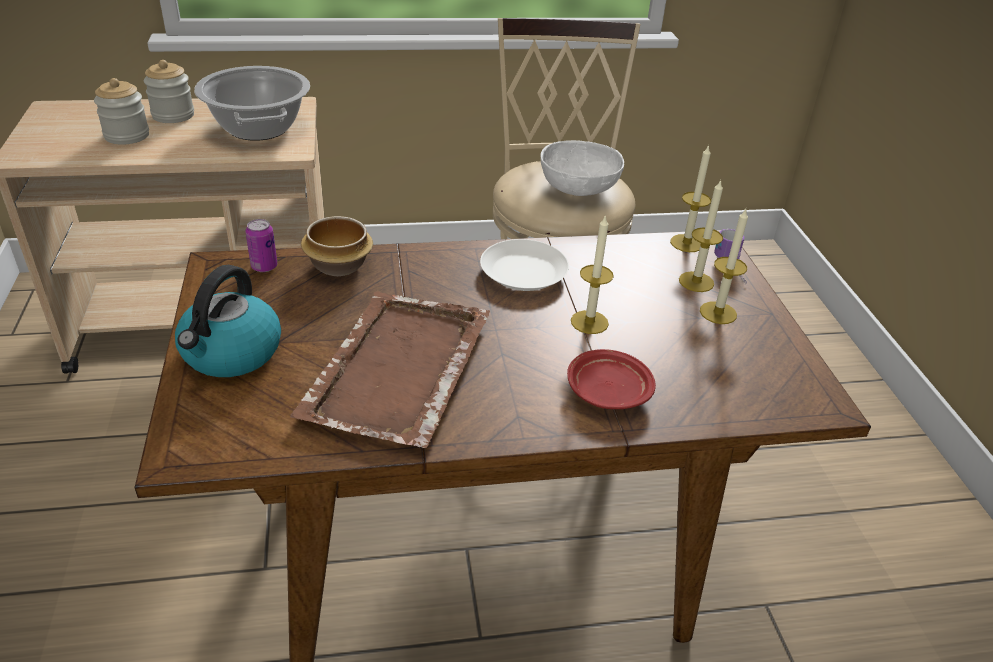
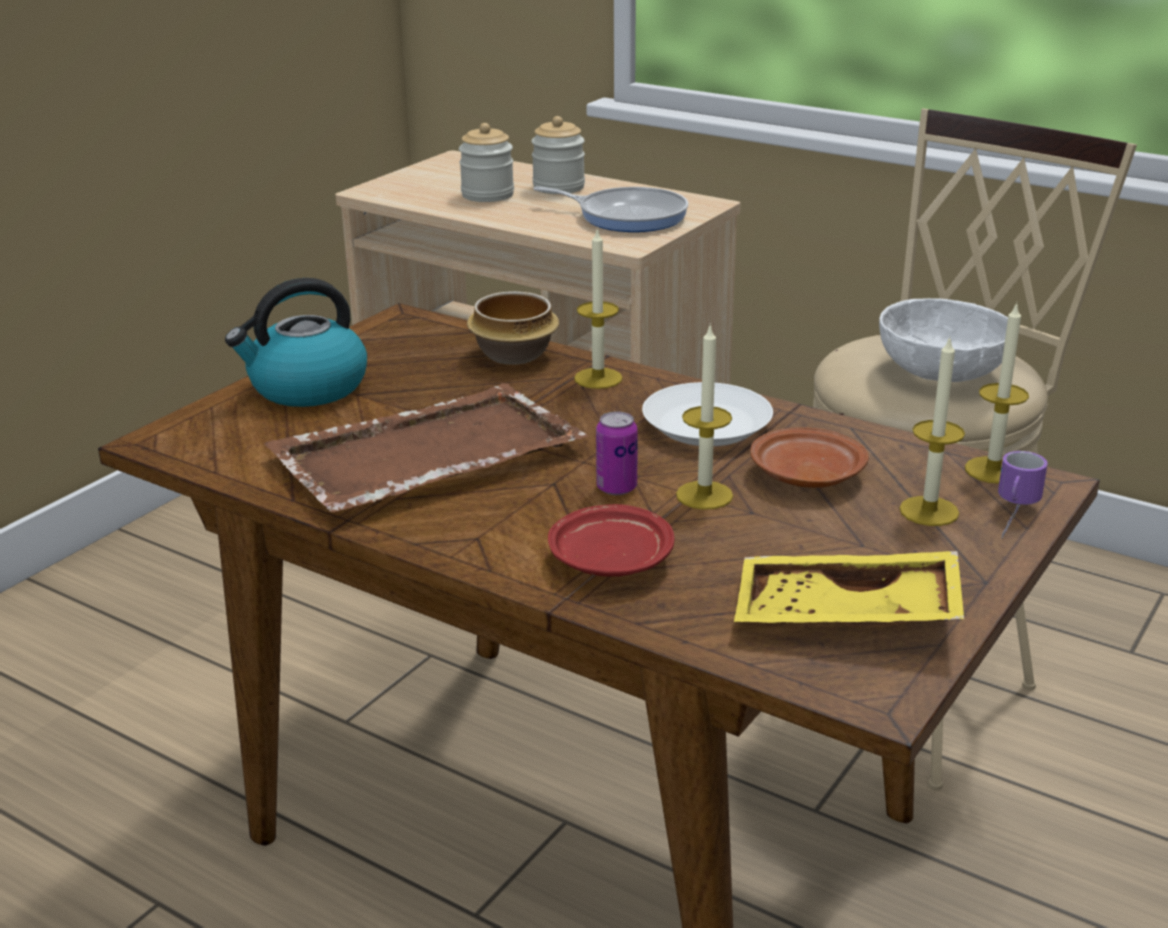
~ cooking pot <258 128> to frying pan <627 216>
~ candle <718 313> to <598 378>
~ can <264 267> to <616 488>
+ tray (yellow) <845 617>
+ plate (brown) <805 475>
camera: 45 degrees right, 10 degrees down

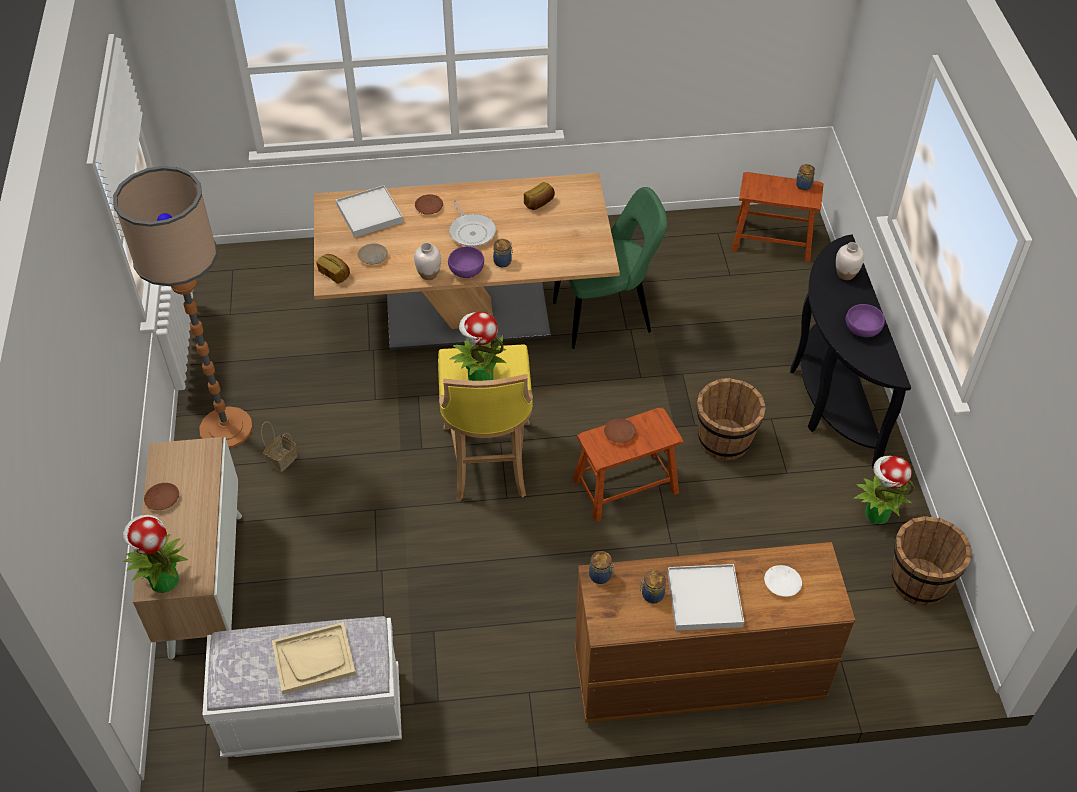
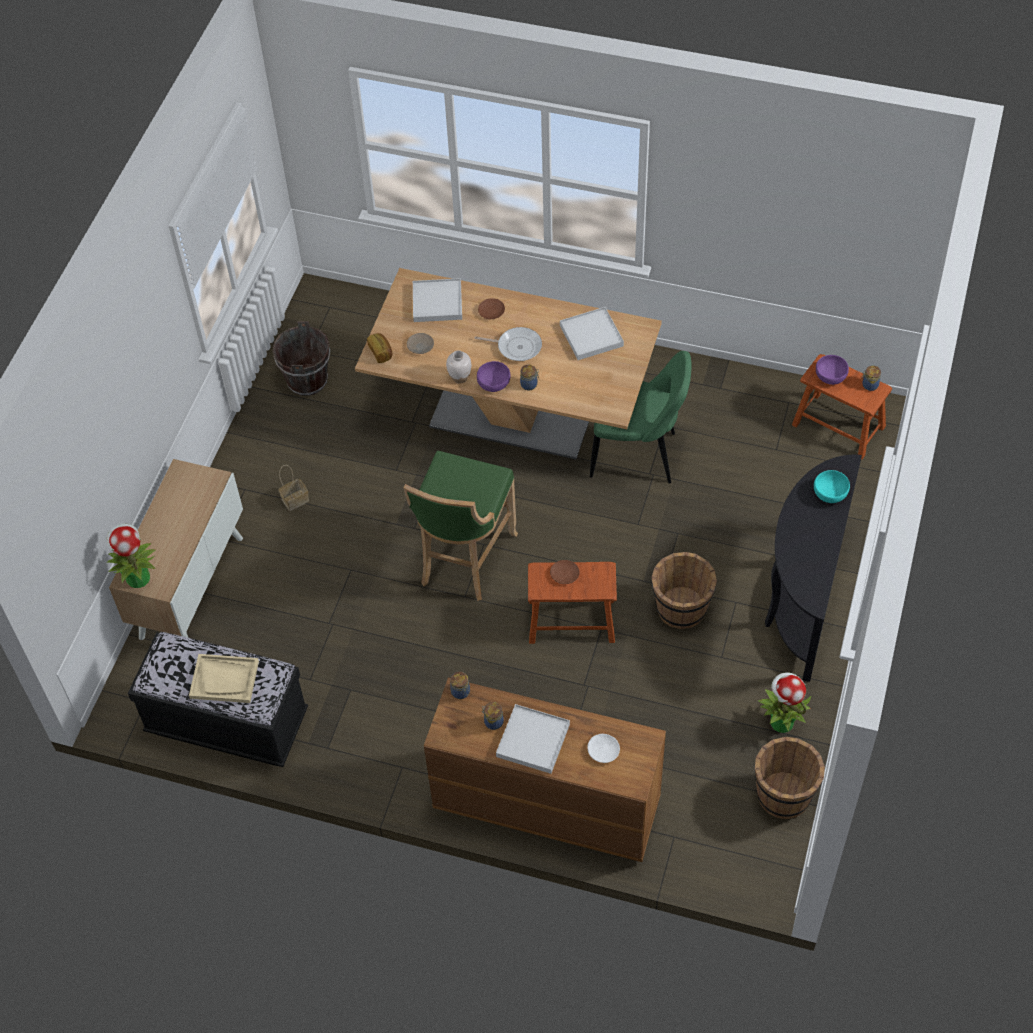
~ bench (white) <313 715> to bench (black) <227 723>
+ bucket (brown) <307 381>
~ stool (yellow) <488 463> to stool (green) <464 560>
~ frying pan <471 231> = <516 346> 75 degrees counterclockwise
~ bread <539 203> to tray (white) <591 336>
~ vase (white) <845 274> to bowl (turquoise) <830 493>
~ bowl (purple) <862 329> to <830 376>
- floor lamp <226 428>
- plate (brown) <162 499>
- potted plant <479 378>
camera: 25 degrees right, 5 degrees up

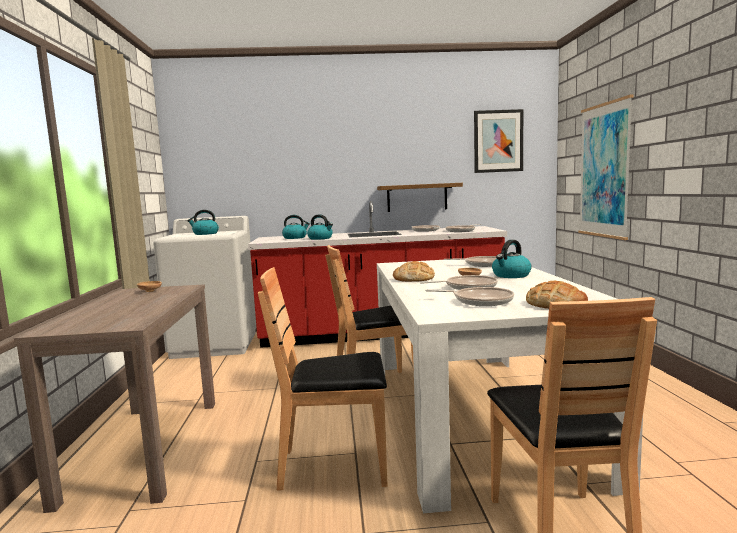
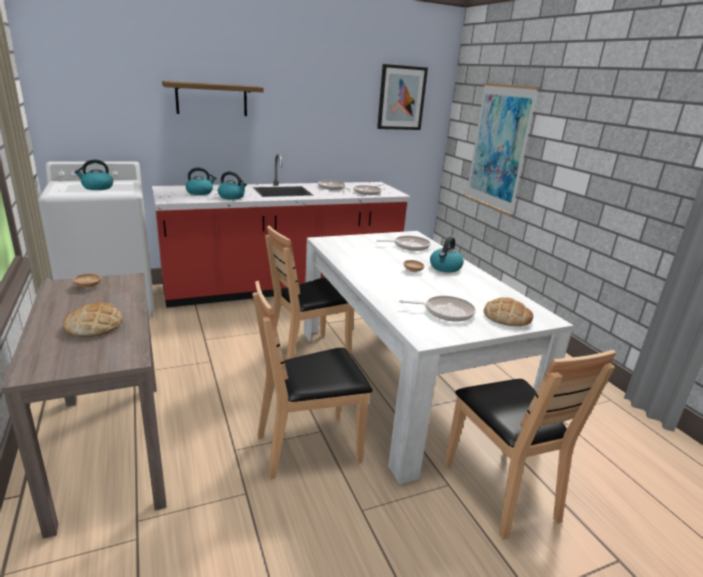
~ bread <413 278> to <94 325>
~ shelf <417 197> to <211 99>
- frying pan <468 287>
camera: 20 degrees left, 15 degrees up

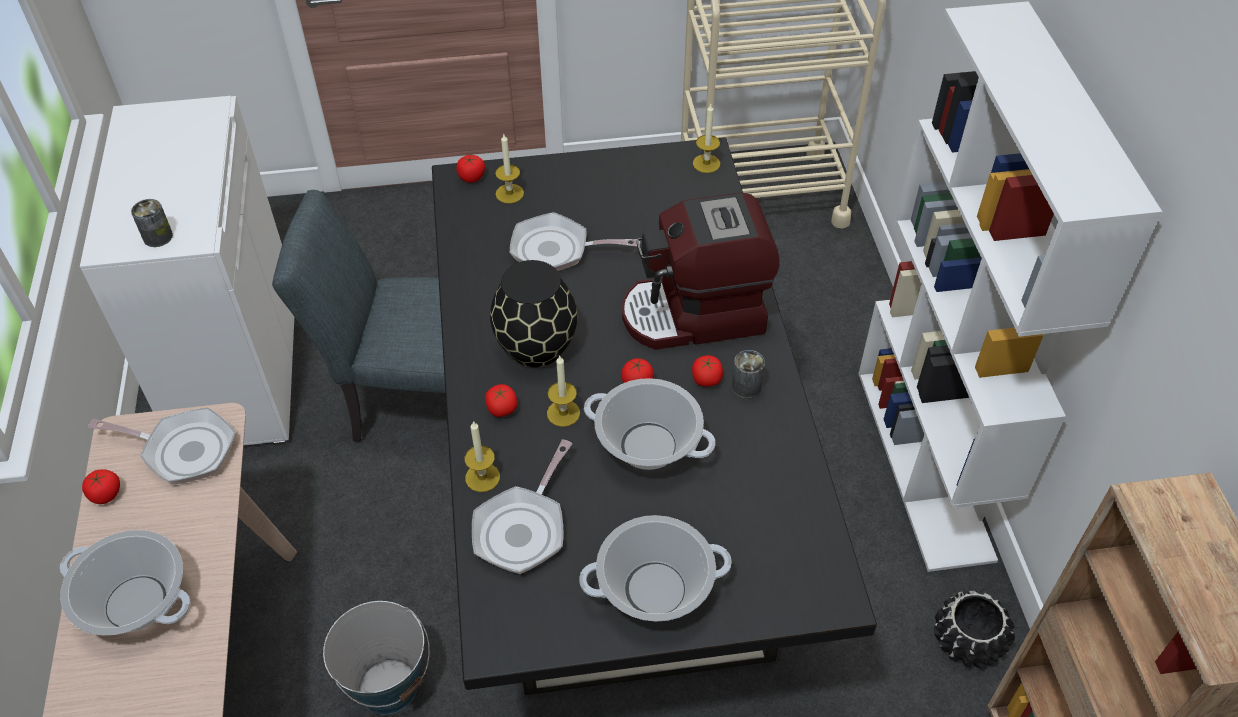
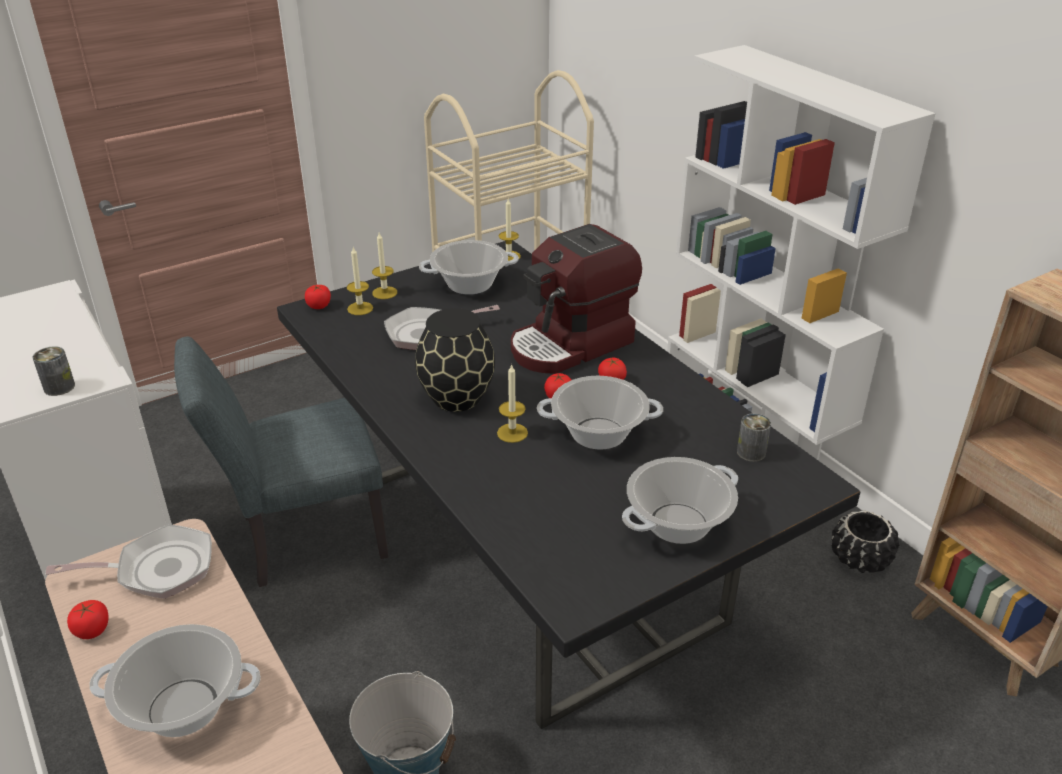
~ candle <482 477> to <384 293>
+ cooking pot <469 284>
~ can <746 386> to <751 452>
- frying pan <523 528>
- tomato <502 409>
camera: 25 degrees left, 15 degrees down

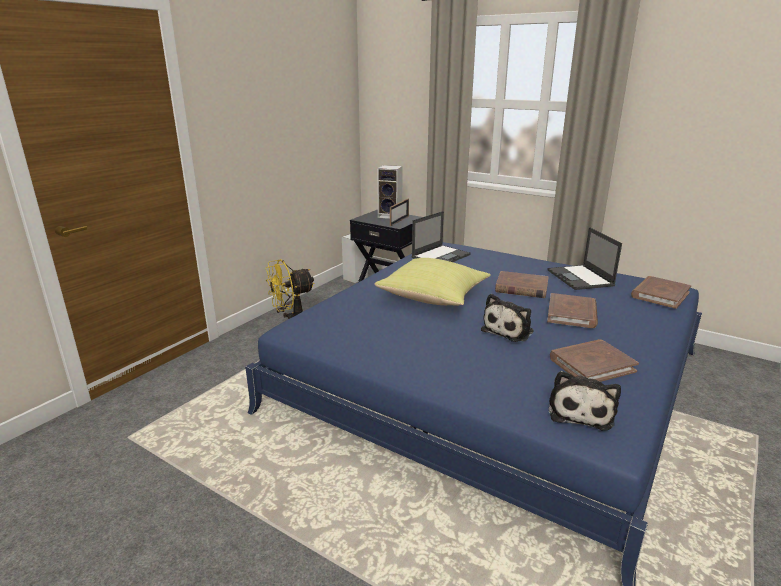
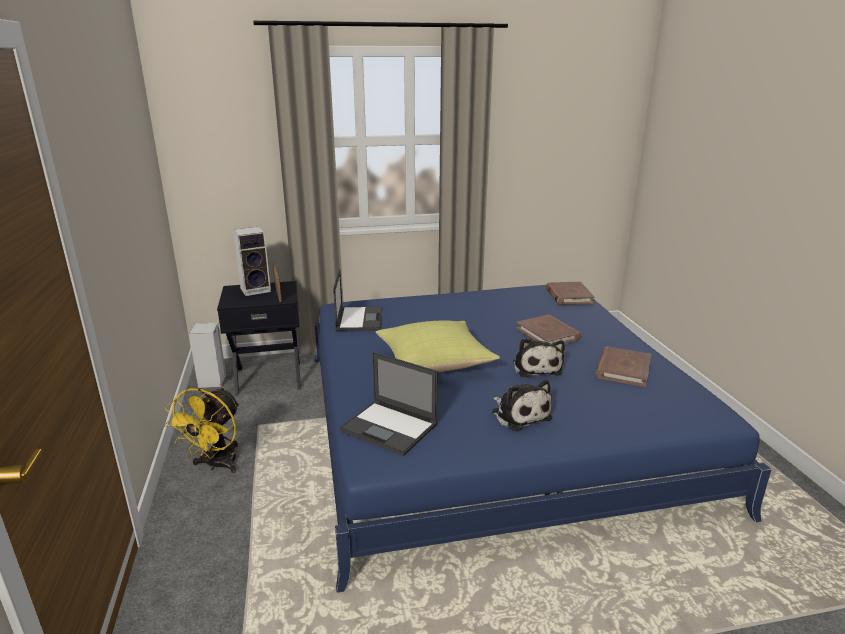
~ laptop <580 278> to <390 428>
~ plush toy <580 411> to <519 414>
- book (brown) <521 288>
camera: 45 degrees left, 0 degrees up

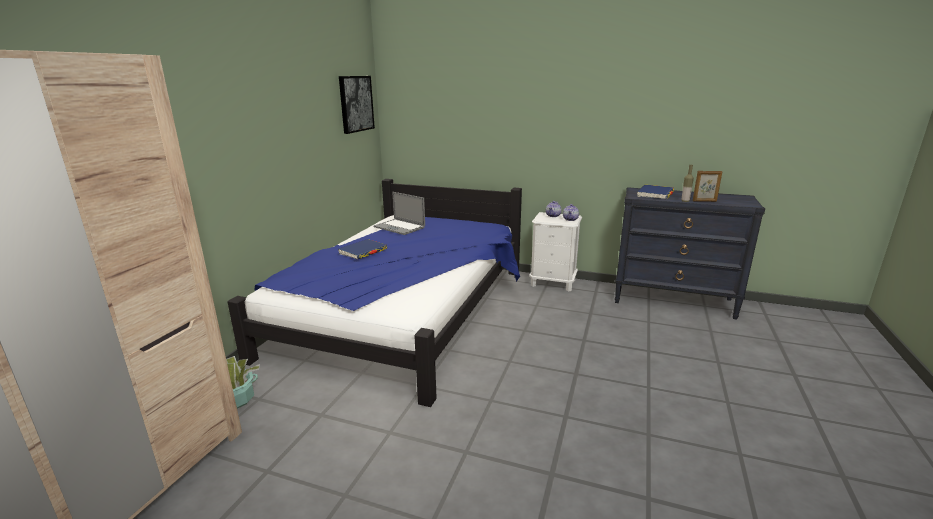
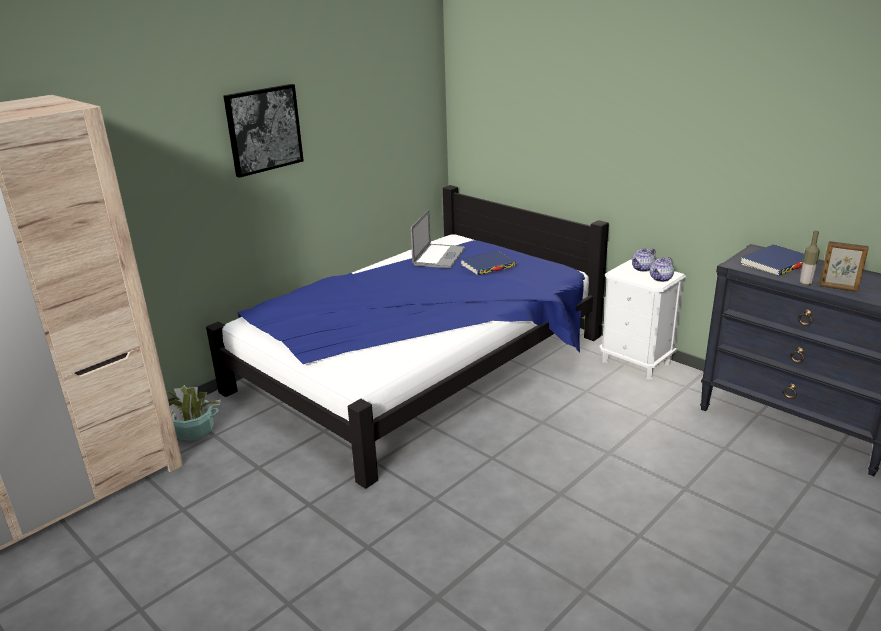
~ picture <356 104> to <263 129>
~ laptop <399 227> = <439 256> 135 degrees counterclockwise
~ book (blue) <363 251> to <488 266>
camera: 25 degrees right, 5 degrees up

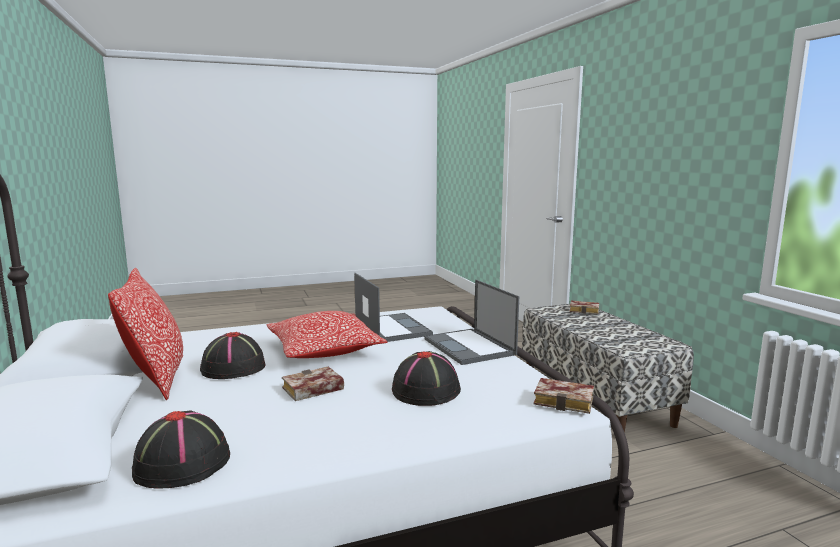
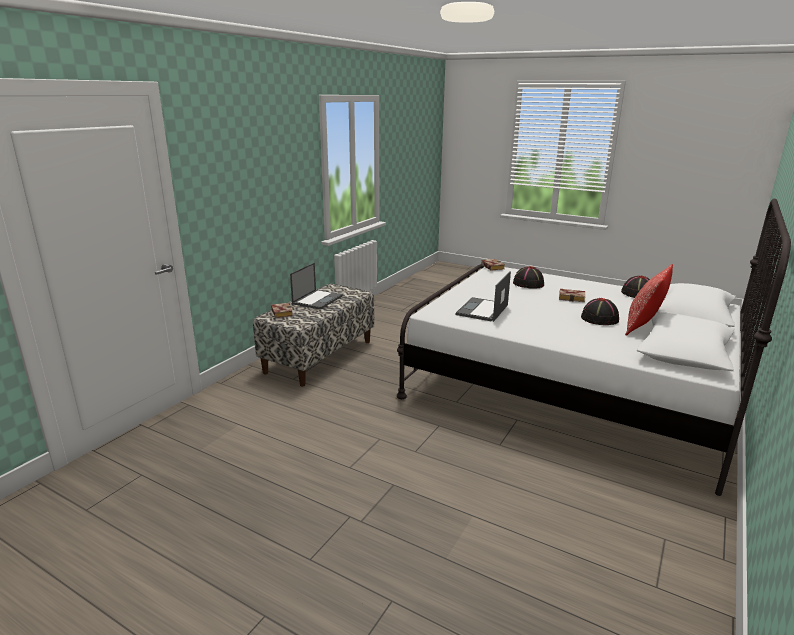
~ laptop <470 347> to <317 299>
- pillow <324 350>
camera: 130 degrees left, 10 degrees up

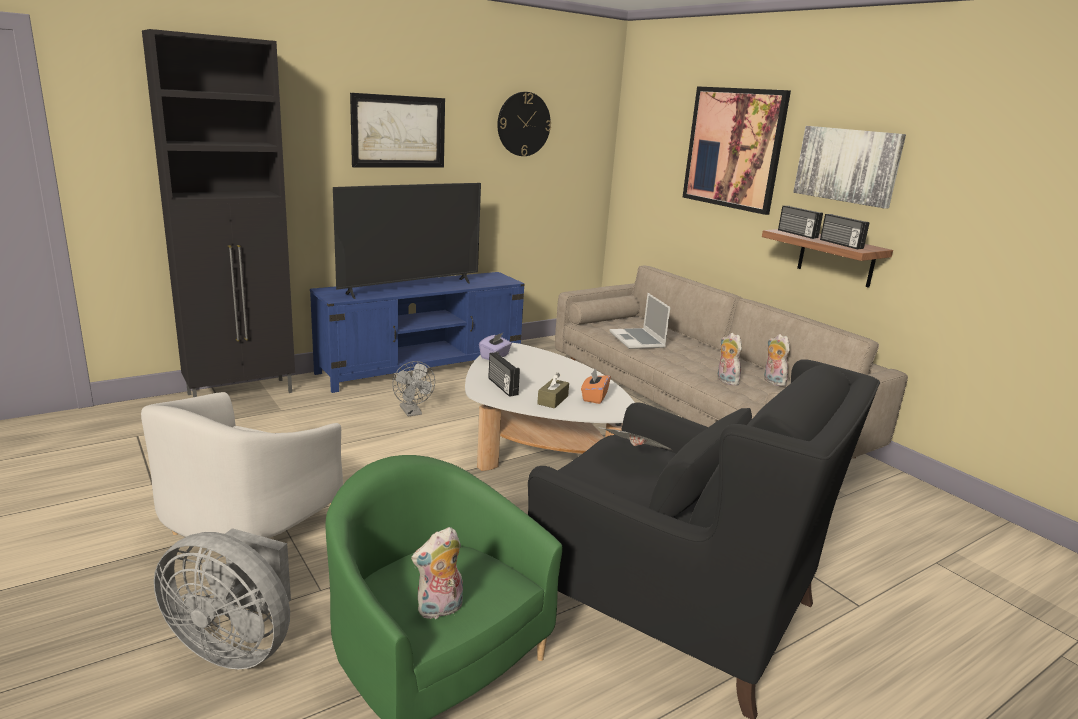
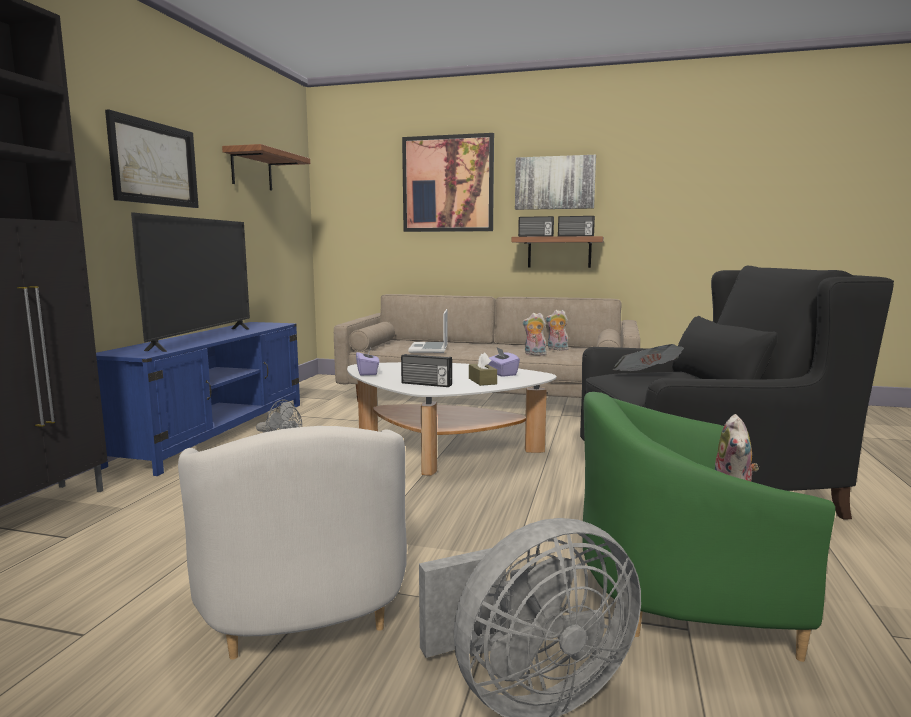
~ wall clock <523 124> to shelf <251 170>
~ laptop <638 340> = <429 349> 60 degrees clockwise
~ tissue box (orange) <594 397> to tissue box (purple) <502 373>
camera: 40 degrees left, 10 degrees down

